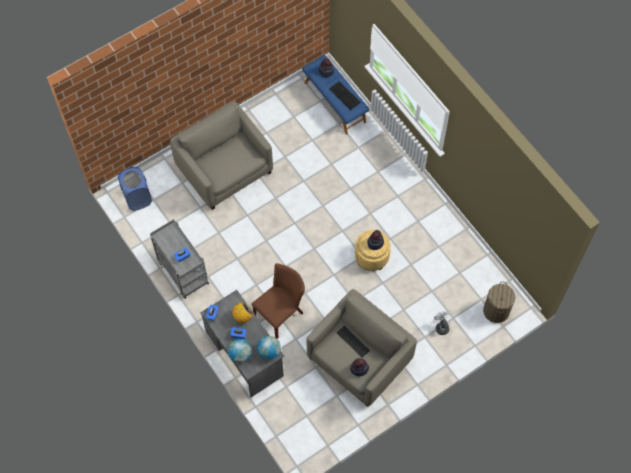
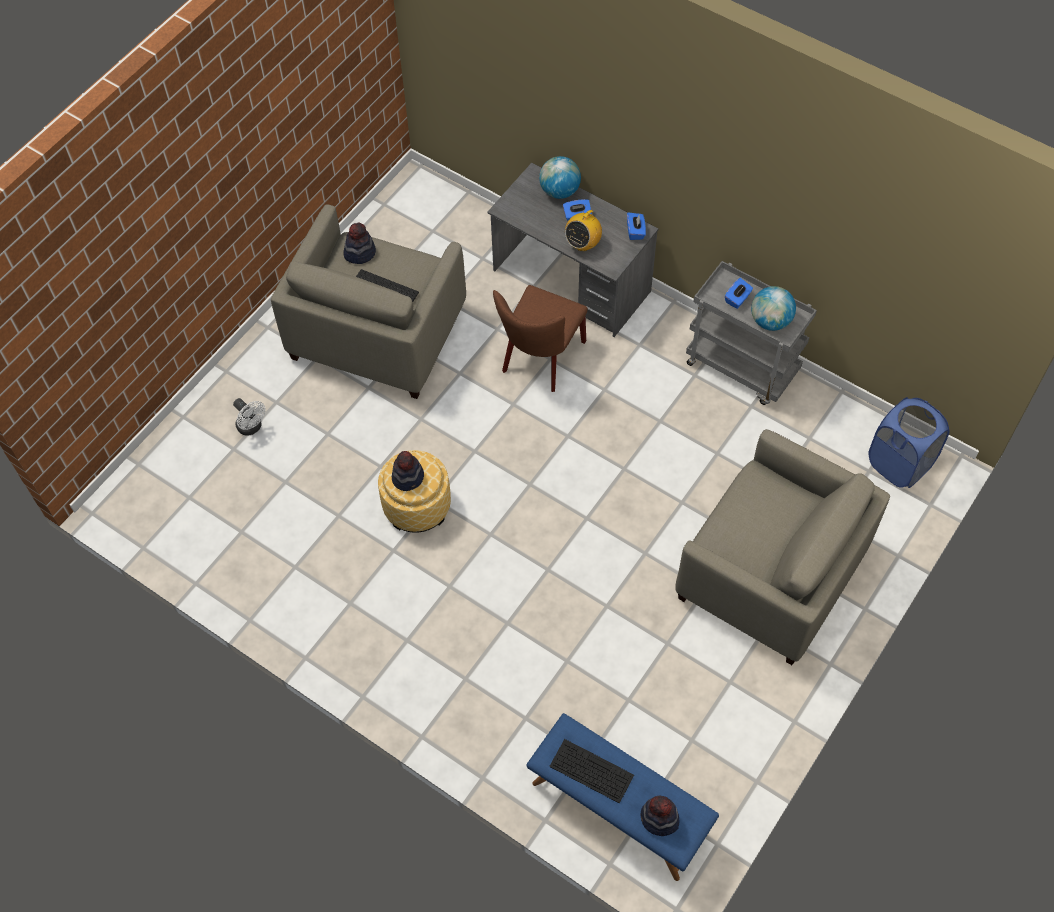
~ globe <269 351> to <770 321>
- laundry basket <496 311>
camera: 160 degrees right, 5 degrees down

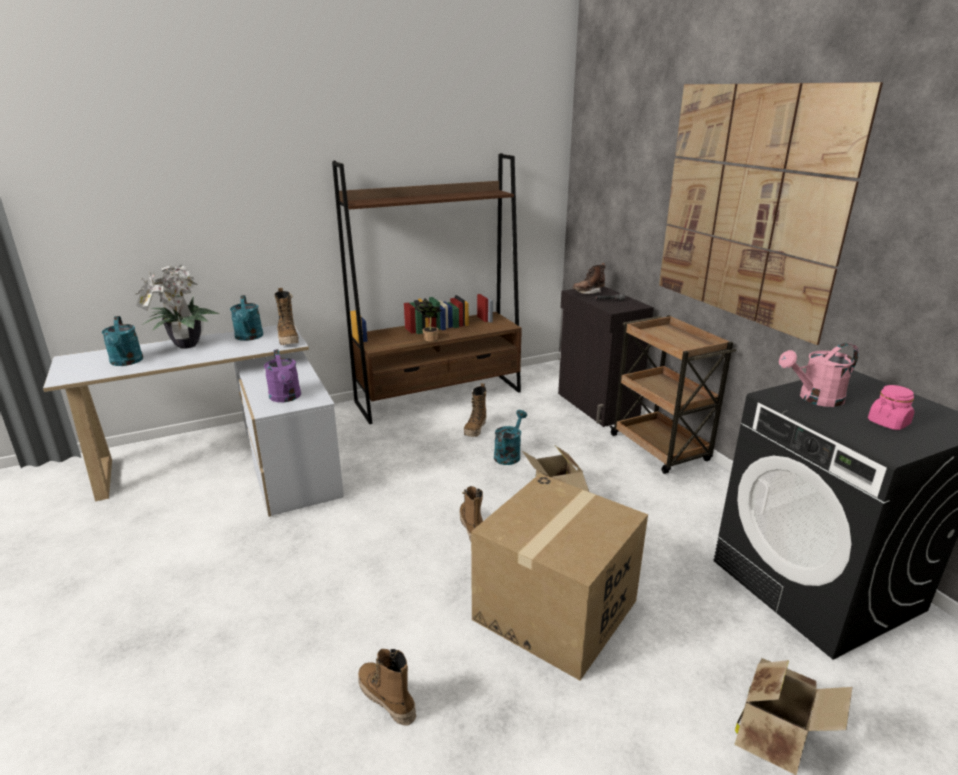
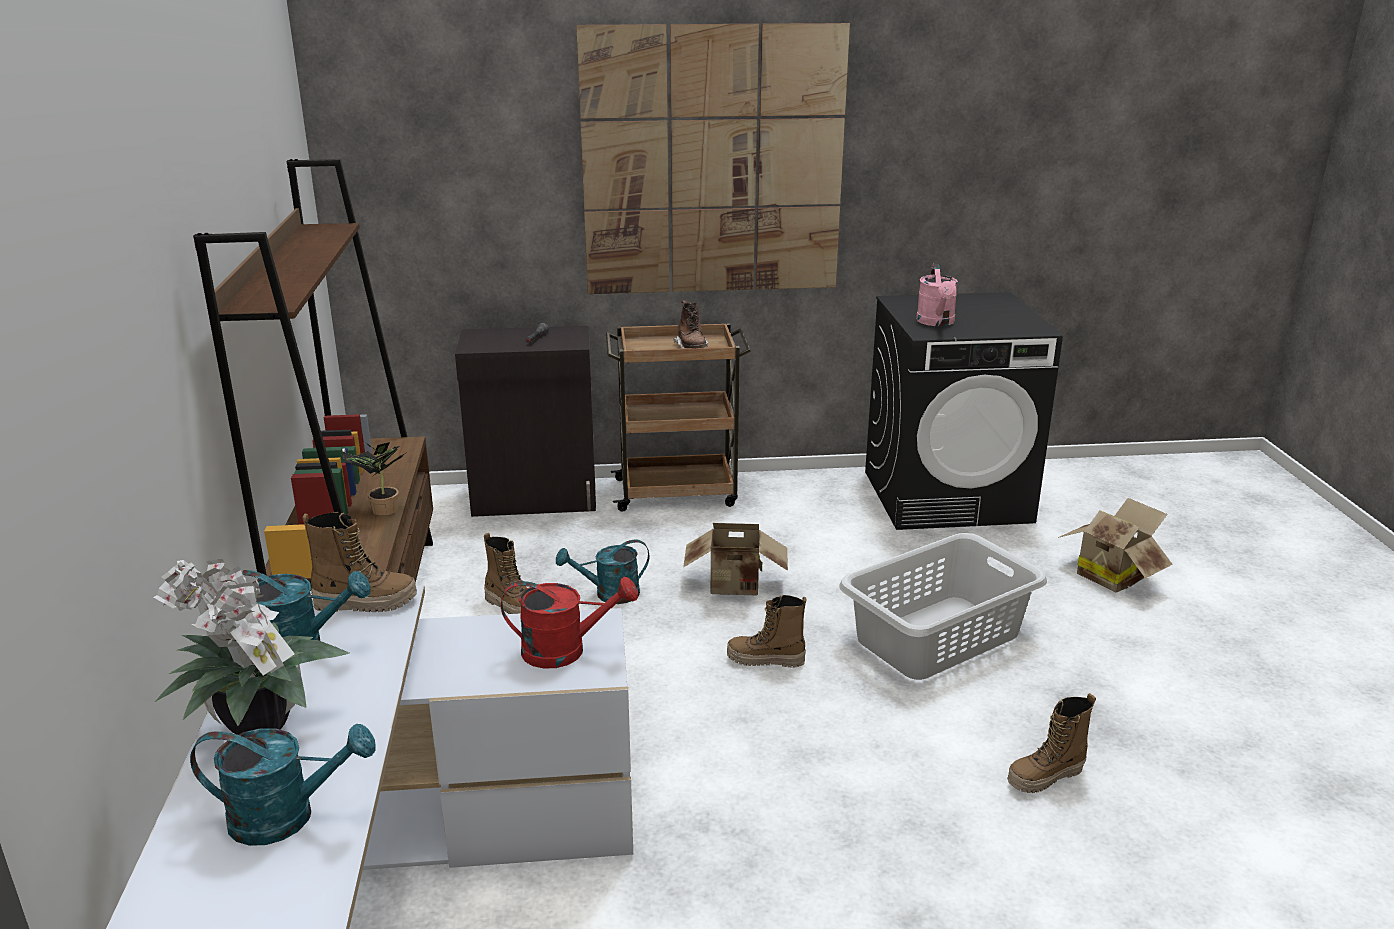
~ watering can (purple) <286 398> to watering can (red) <565 650>
~ watering can (turquoise) <509 454> = <609 594> 60 degrees counterclockwise
~ boot (brown) <588 292> to <692 348>
~ cardboard box <555 610> to laundry basket (grey) <939 637>
- jar (pink) <888 423>
camera: 70 degrees left, 0 degrees up

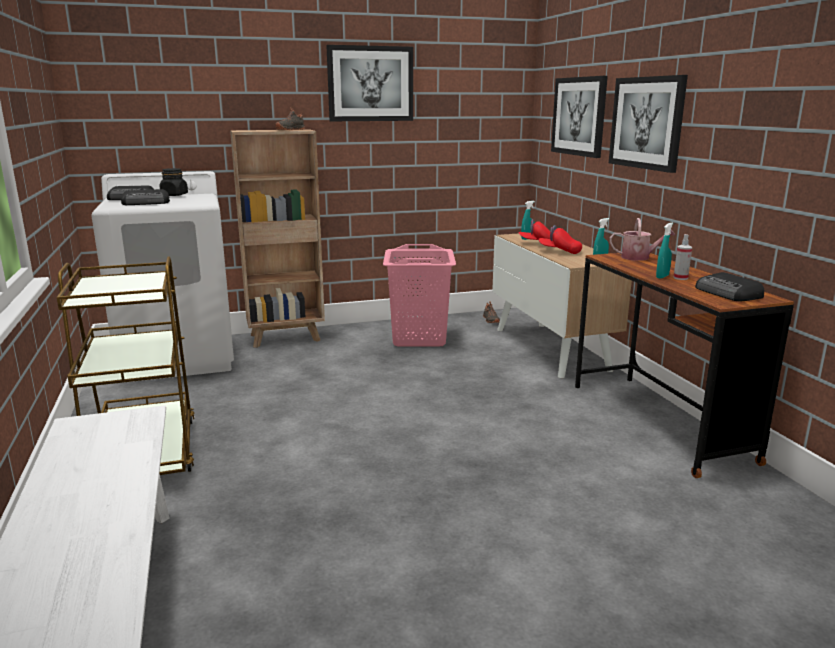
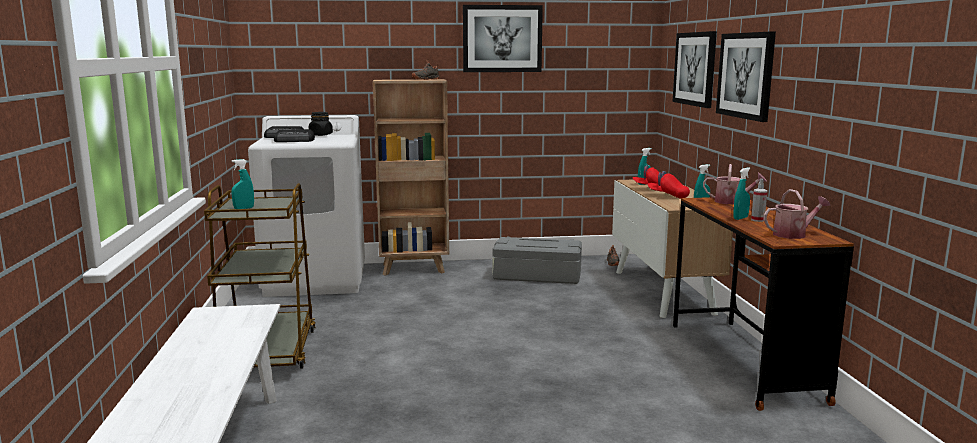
+ spray bottle (turquoise) <244 208>
~ laundry basket (pink) <418 338> to storage box (grey) <536 276>
~ radio <728 293> to watering can <793 234>
camera: 10 degrees right, 5 degrees down

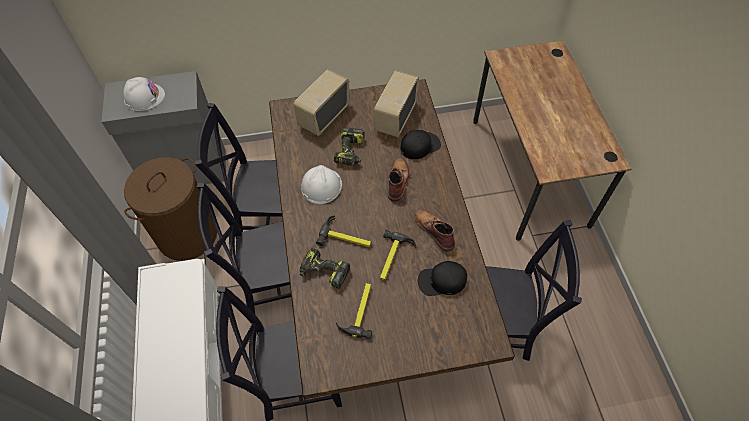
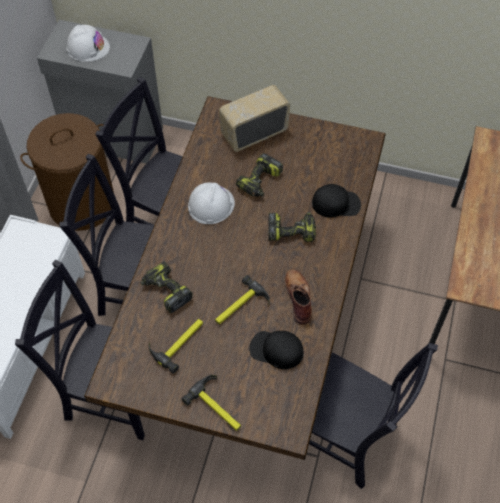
~ hammer <346 237> to <218 406>
~ boot (brown) <398 180> to power drill <291 230>
- radio <395 117>
camera: 25 degrees right, 0 degrees up

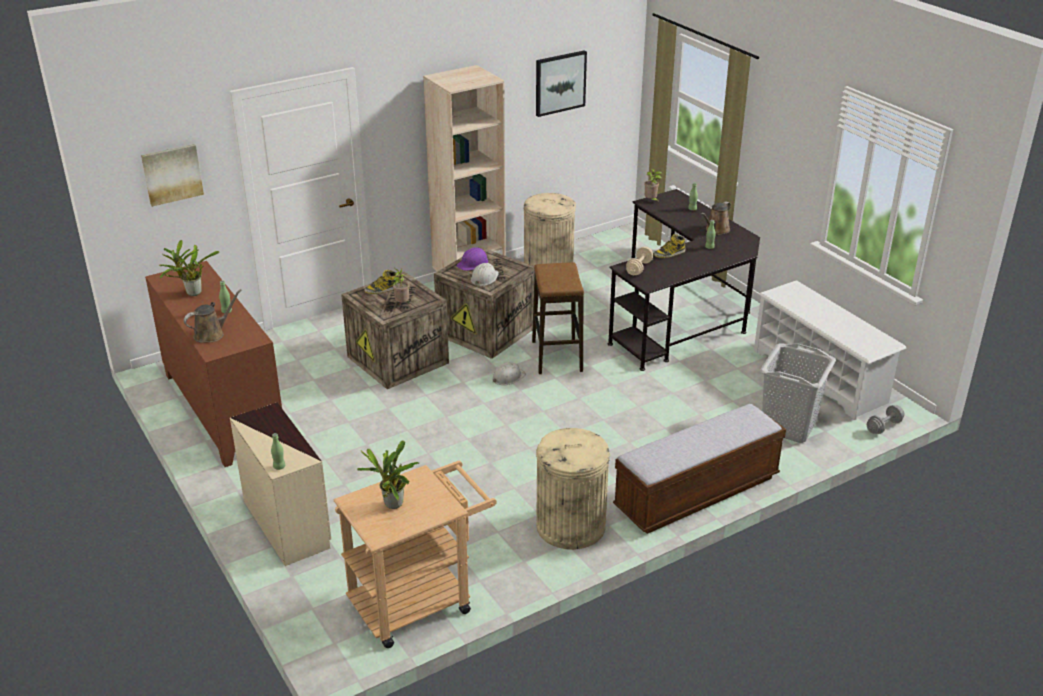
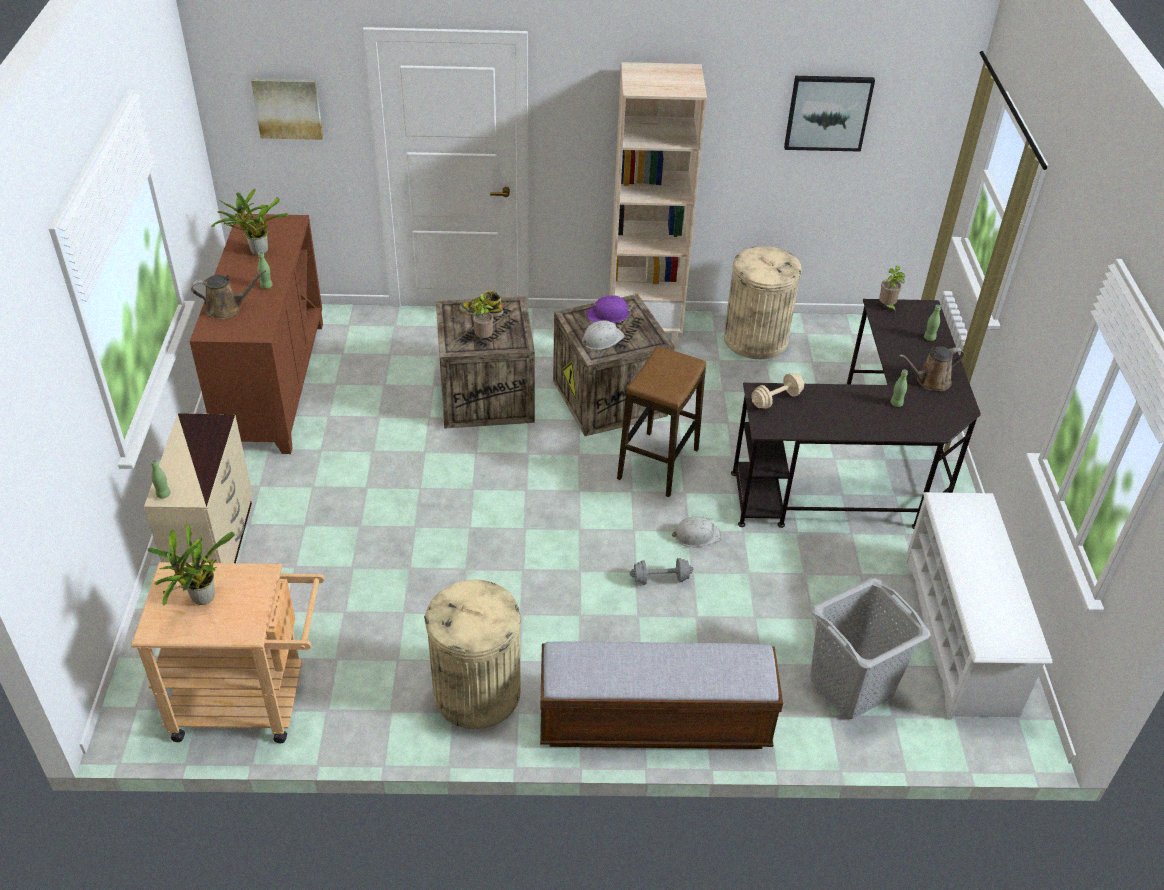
~ dumbbell (grey) <883 427> to <660 579>
~ hard hat (white) <508 377> to <696 535>
- boot <669 254>
camera: 30 degrees right, 10 degrees up

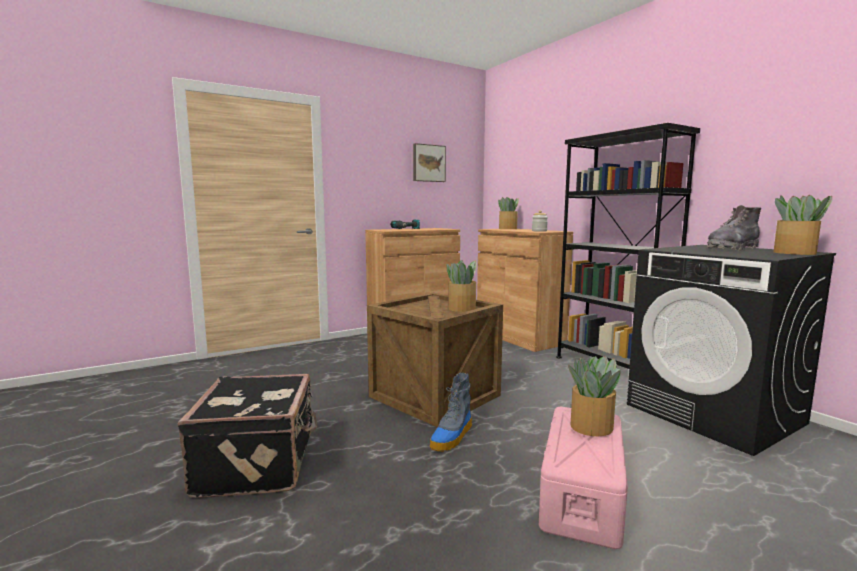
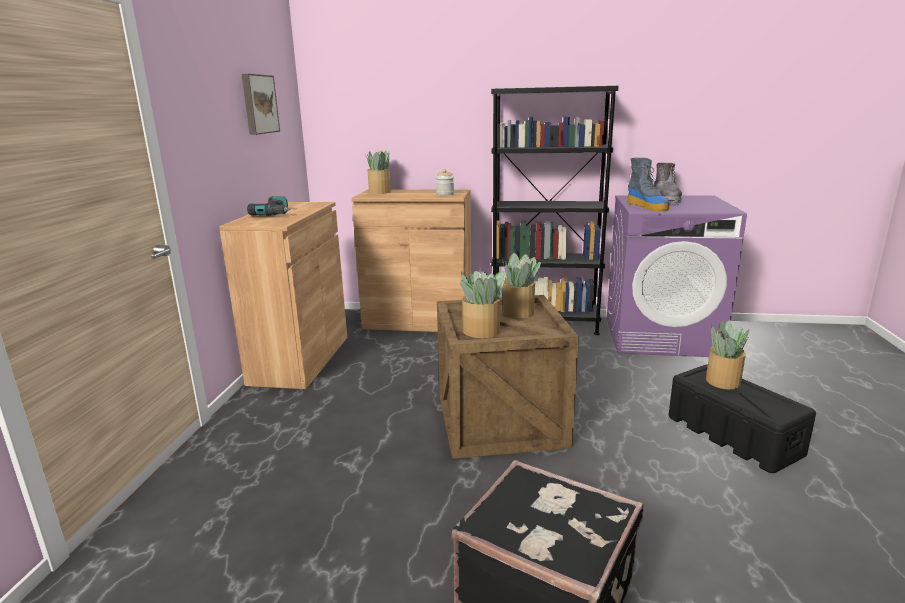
~ potted plant <795 253> to <482 331>
~ washing machine (black) <715 414> to washing machine (purple) <661 336>
~ boot <452 437> to <648 207>
~ storage box (pink) <581 495> to storage box (black) <733 436>
camera: 50 degrees left, 10 degrees up

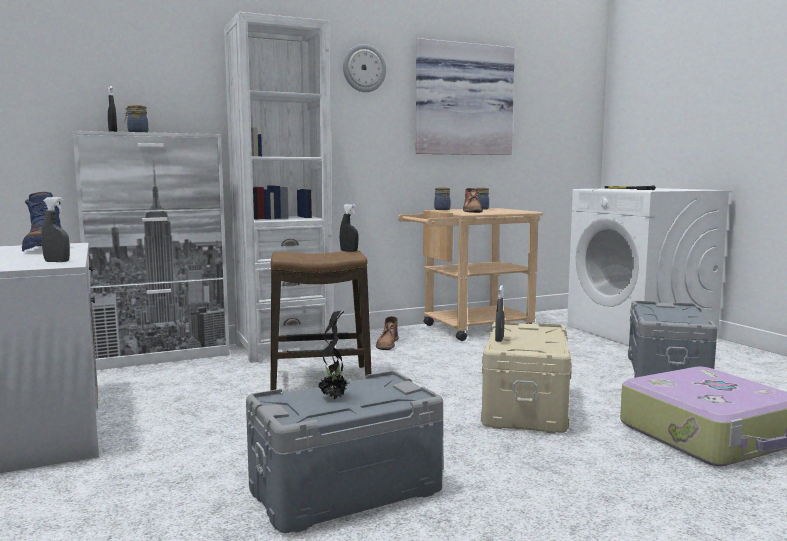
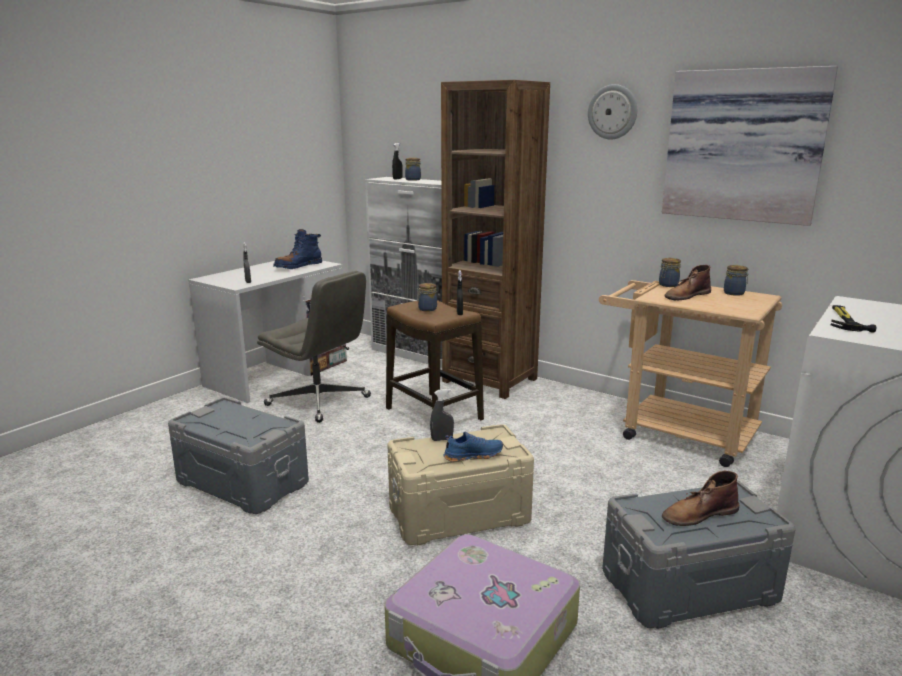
+ office chair (grey) <319 401>
+ jar <426 309>
~ bookcase (white) <283 348> to bookcase (brown) <490 380>
+ shoe (blue) <473 455>
~ boot (brown) <387 344> to <698 514>
- potted plant <334 398>
camera: 60 degrees right, 10 degrees up

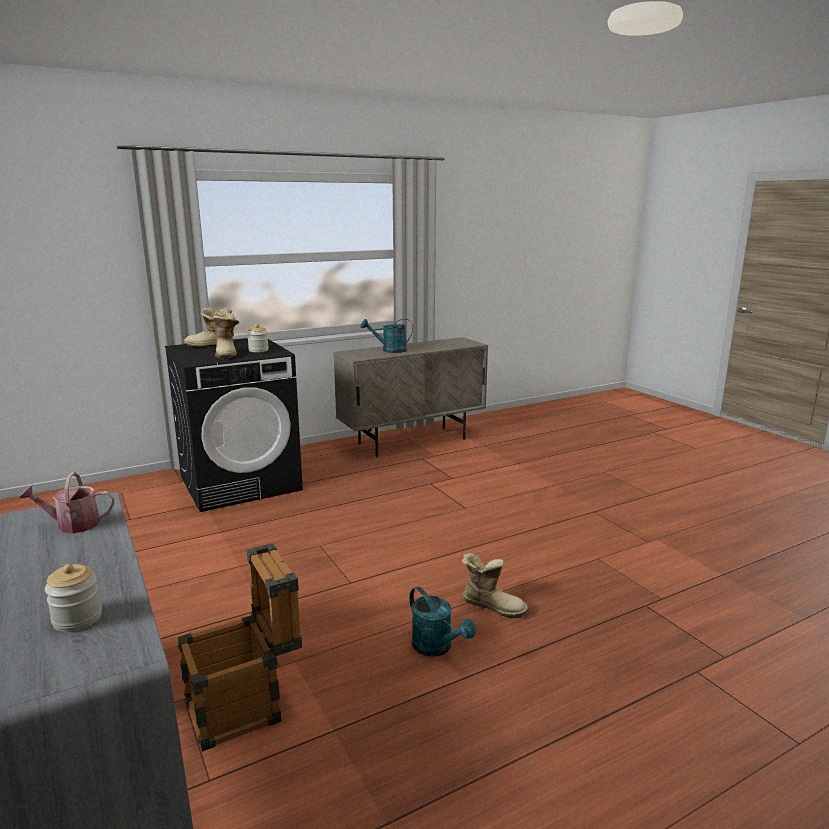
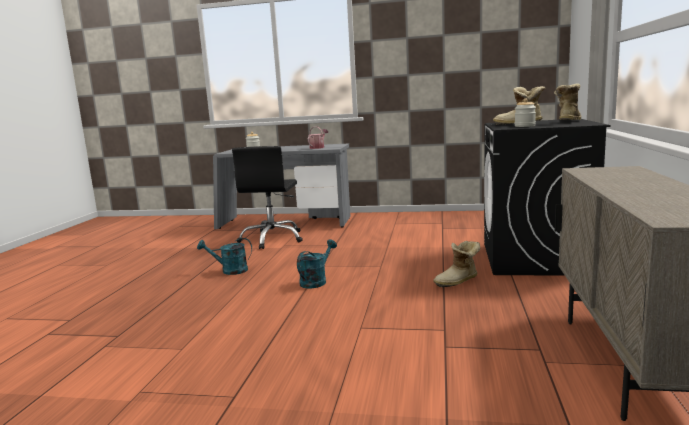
~ crate <246 706> to office chair (black) <272 239>
~ watering can (turquoise) <389 350> to <316 281>
~ boot <492 605> to <458 281>
camera: 130 degrees right, 5 degrees down

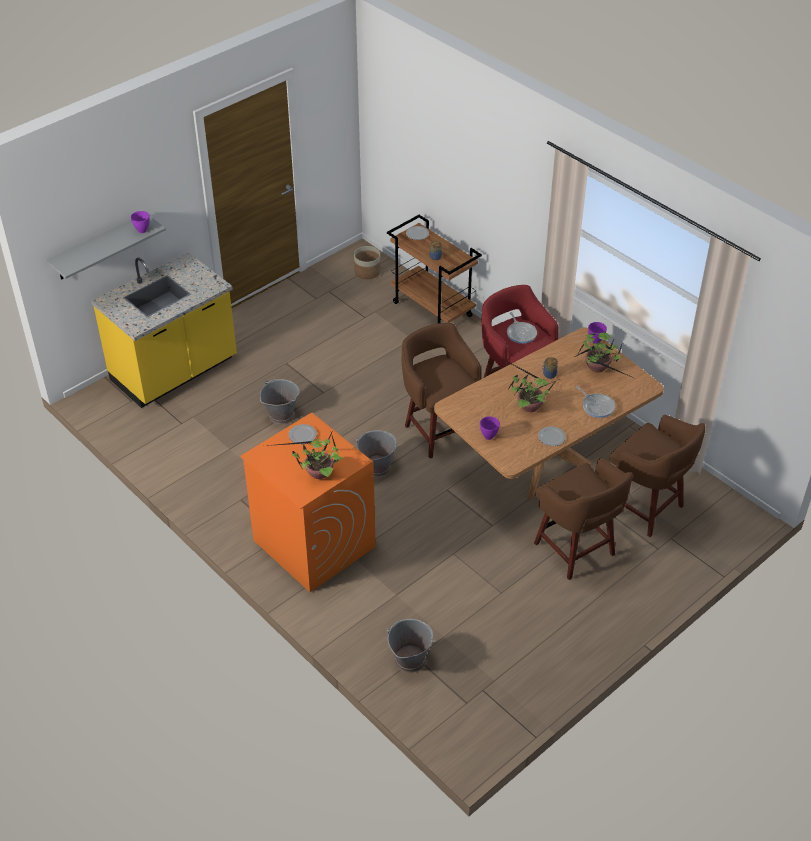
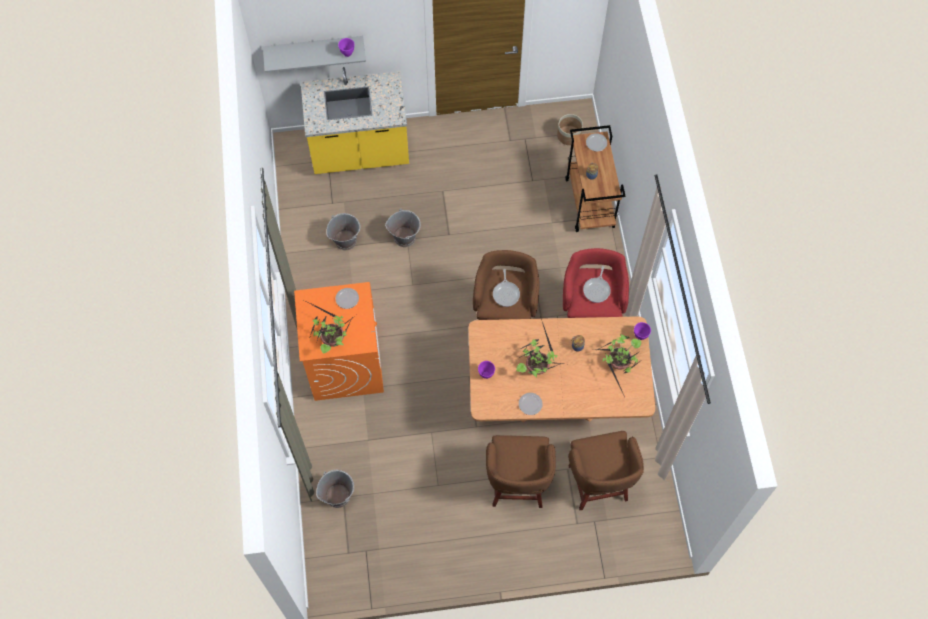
~ bucket (grey) <377 467> to <345 240>
~ frying pan <596 406> to <506 293>
camera: 35 degrees right, 20 degrees up

